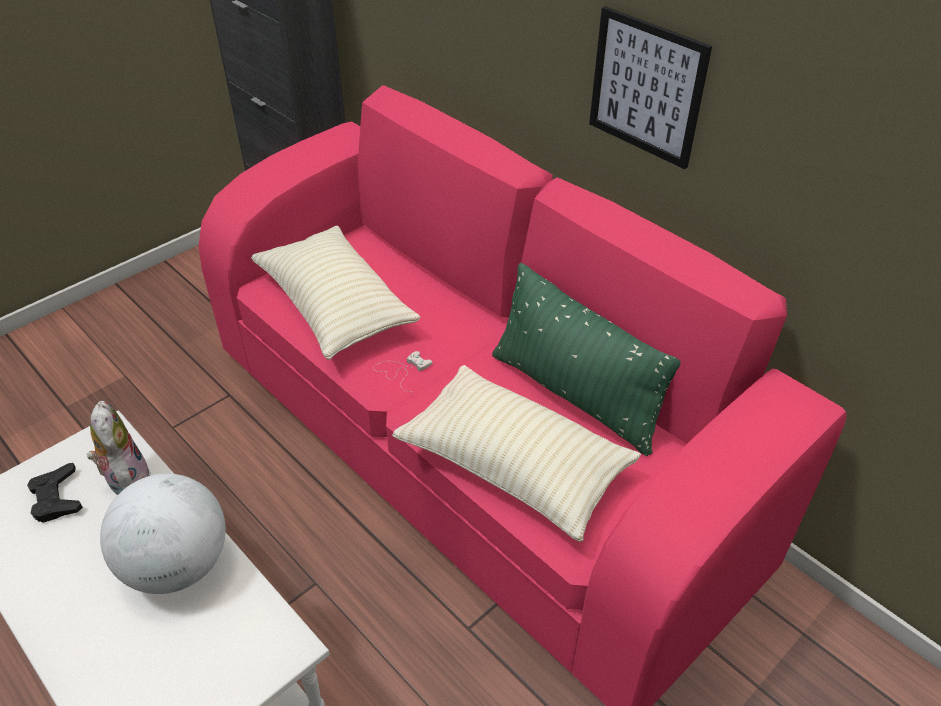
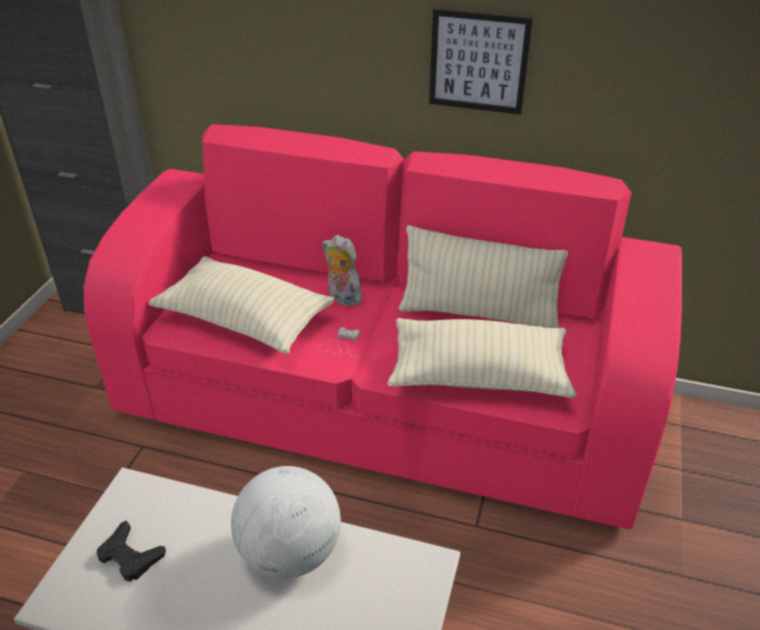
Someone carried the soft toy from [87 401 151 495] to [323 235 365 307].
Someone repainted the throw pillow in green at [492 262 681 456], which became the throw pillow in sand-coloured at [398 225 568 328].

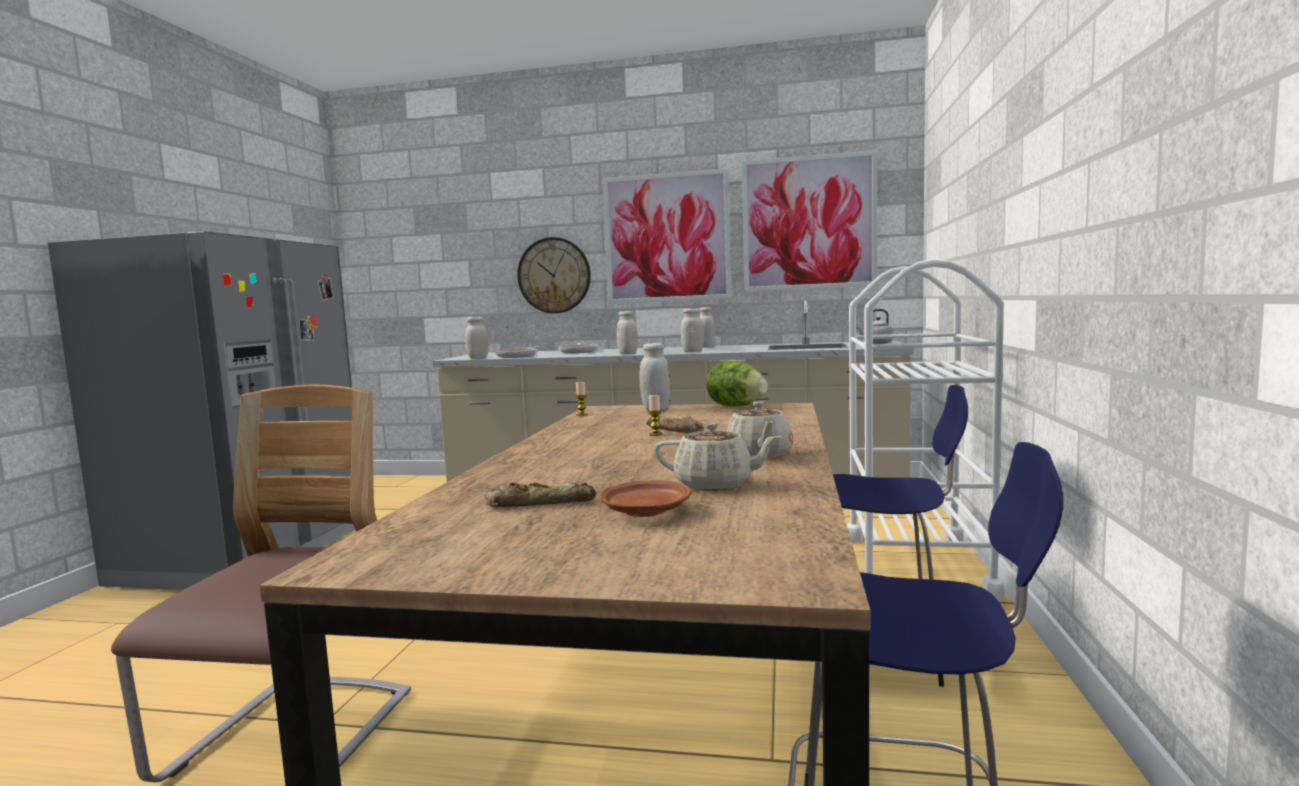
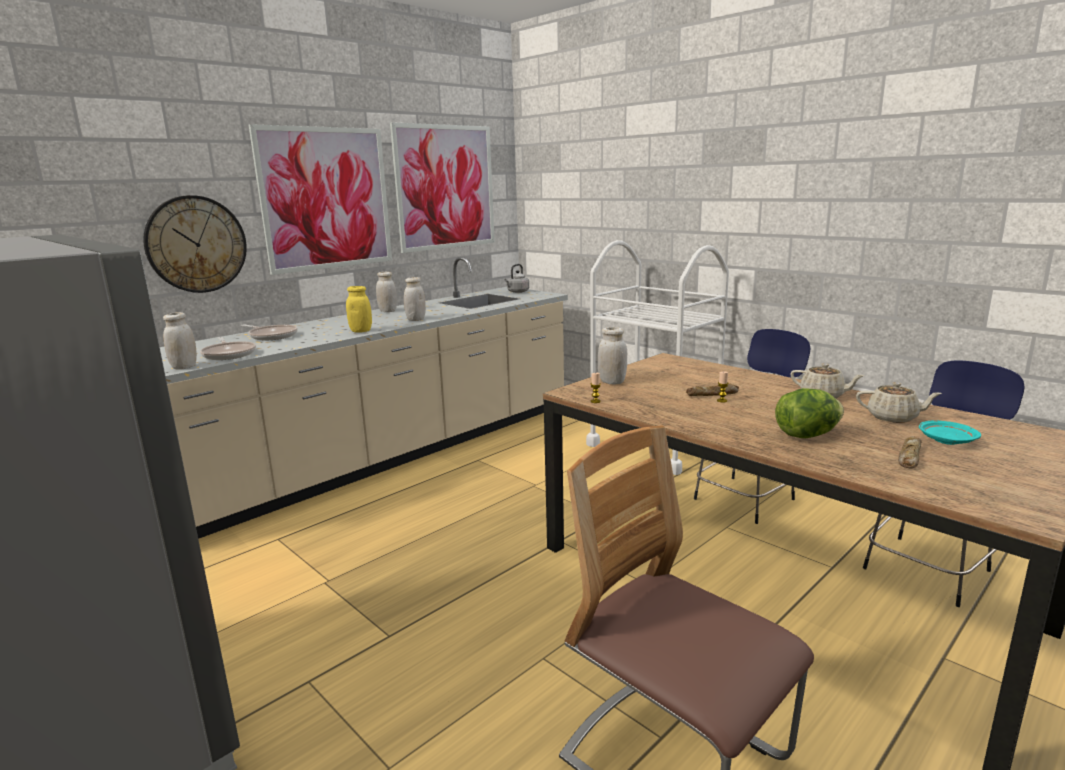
Someone repainted the flat dish in brown at [600 480 691 517], which became the flat dish in turquoise-coloured at [919 421 981 445].
Someone repainted the preserve jar in whitish at [617 311 638 354], which became the preserve jar in yellow at [346 286 372 333].
Someone rotated the teapot in sand-coloured at [654 422 782 491] by 60 degrees clockwise.
Someone carried the lettuce from [706 361 768 406] to [775 388 844 438].

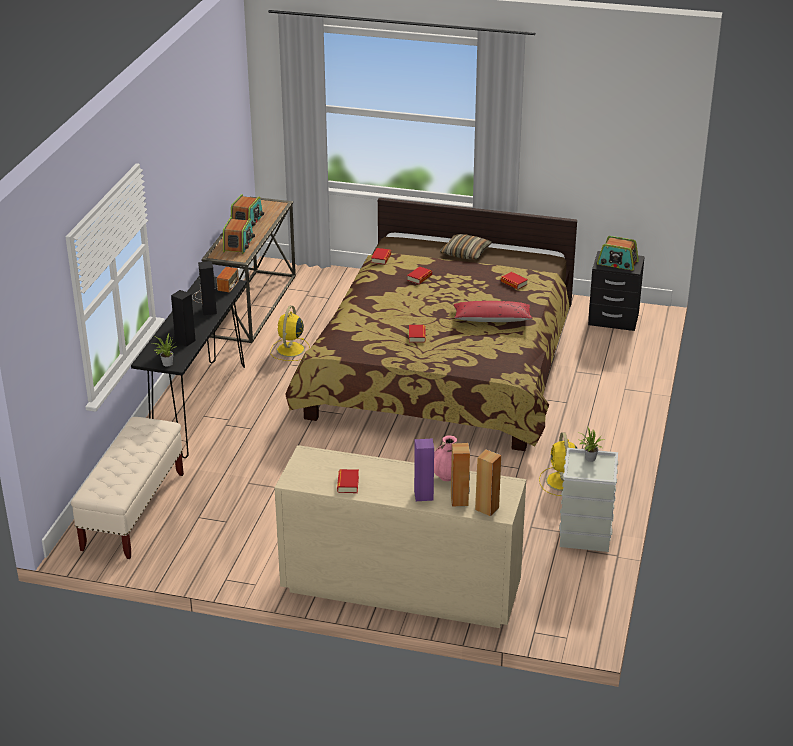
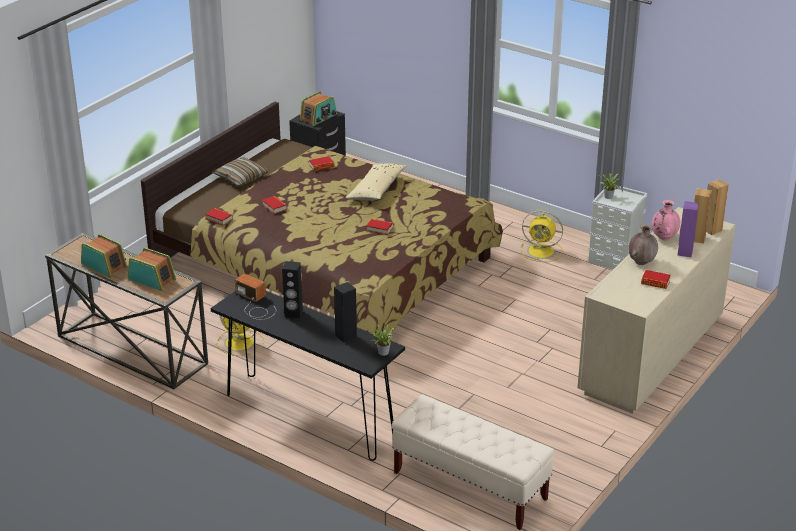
Someone repainted the throw pillow in red-coloured at [454 301 533 322], which became the throw pillow in sand-coloured at [346 163 407 200].
Someone put down the vase in brown at [629 224 658 265].

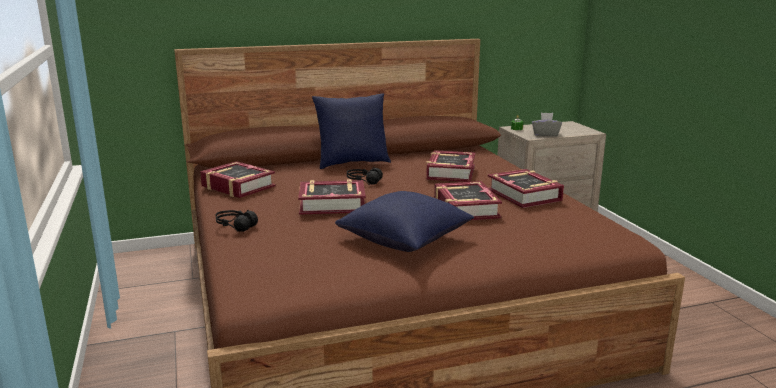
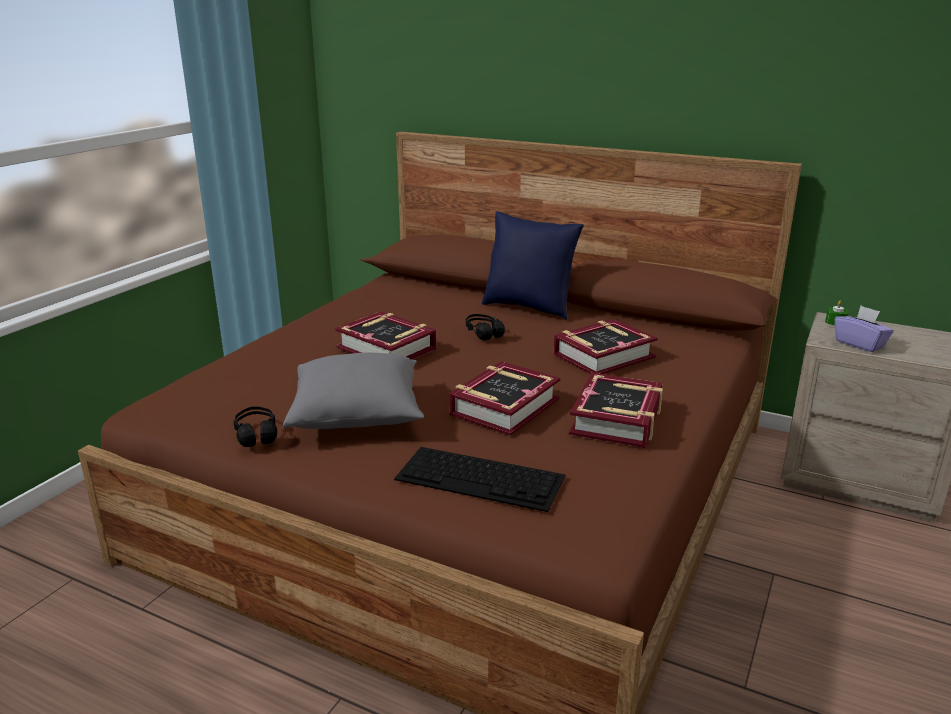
Someone took away the volume at [200 161 276 198].
Someone carried the headphones in blackish from [216 210 258 232] to [233 406 277 447].
Someone repainted the throw pillow in bluish at [335 191 474 252], which became the throw pillow in gray at [283 353 424 429].
Someone repainted the box of tissues in gray at [532 113 562 136], which became the box of tissues in purple at [835 306 894 352].
Someone put down the computer keyboard at [394 447 565 512].

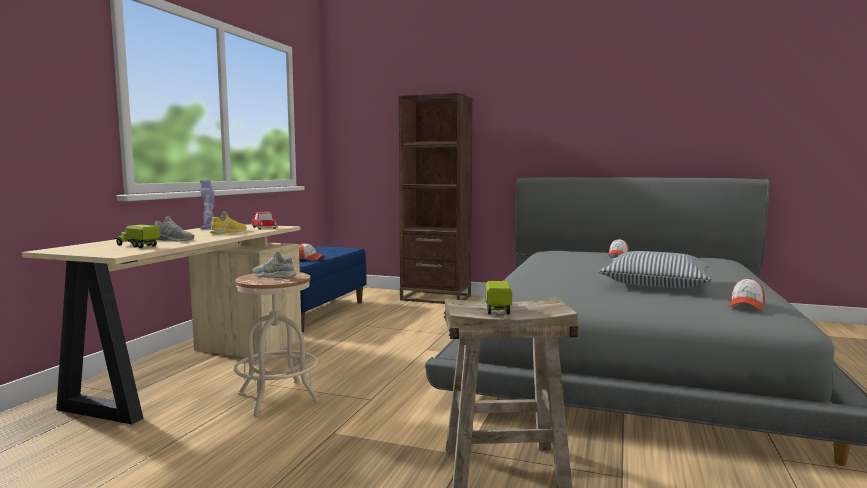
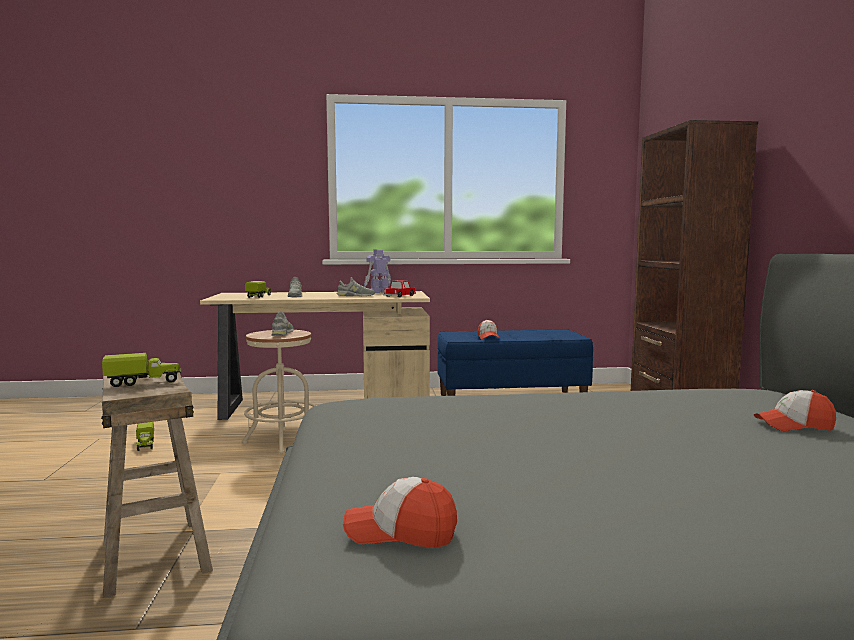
Someone repainted the item of footwear in yellow at [210 212 247 234], which became the item of footwear in gray at [336 277 375 296].
Someone took away the throw pillow at [599 251 712 288].
Someone put down the model truck at [136 422 154 451].

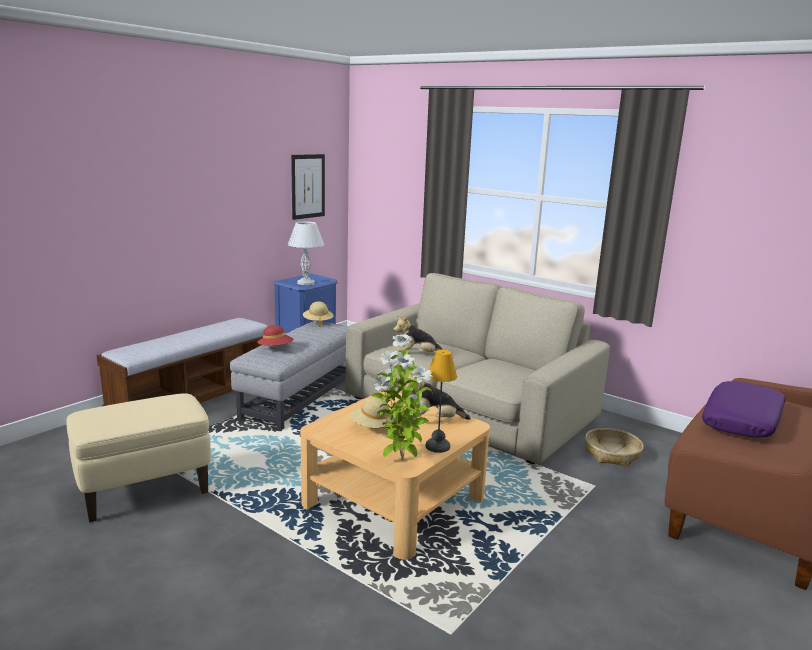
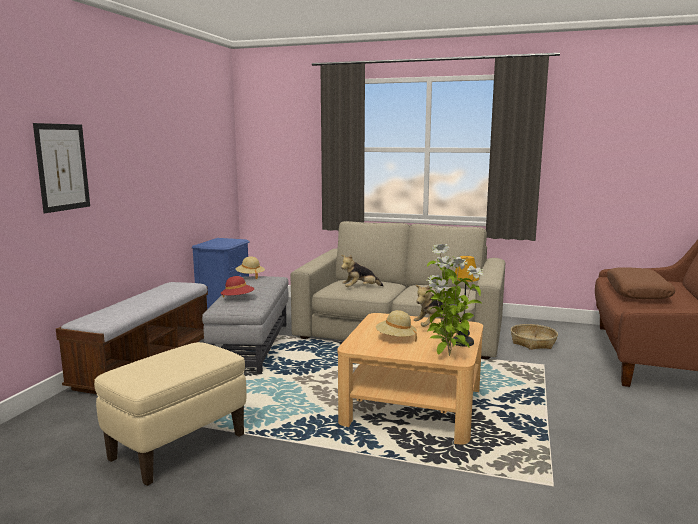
Someone took away the tabletop lamp in whitish at [288 221 324 285].
Someone carried the wall art from [291 154 325 220] to [33 123 90 213].
Someone repainted the throw pillow in purple at [702 381 785 438], which became the throw pillow in brown at [607 267 675 299].

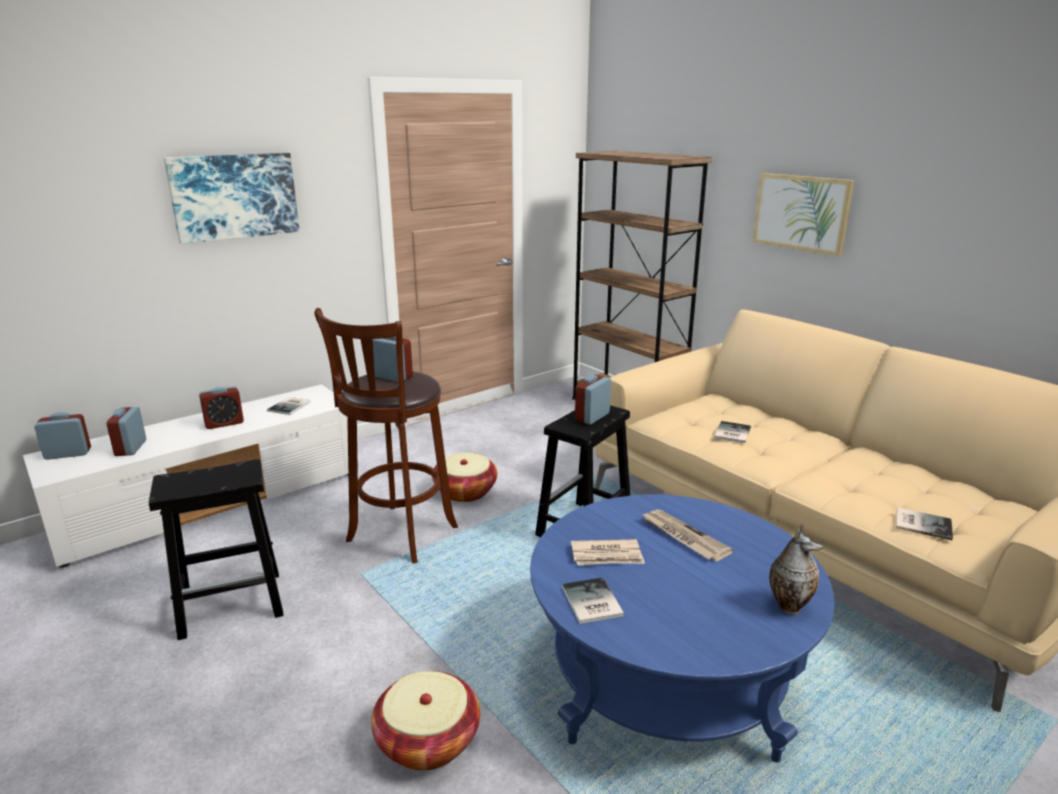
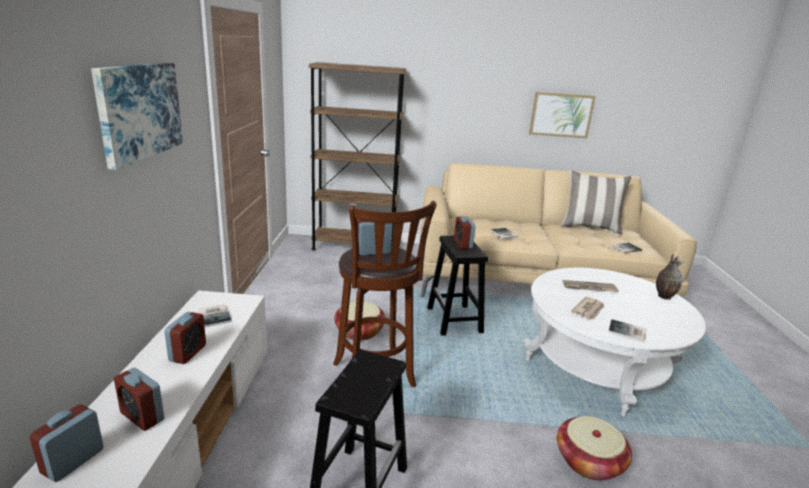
Someone repainted the lounge table in bluish at [530 495 835 762], which became the lounge table in whitish at [524 267 706 417].
Someone carried the wall art from [753 173 855 256] to [529 92 596 138].
Someone put down the throw pillow at [561 170 631 234].

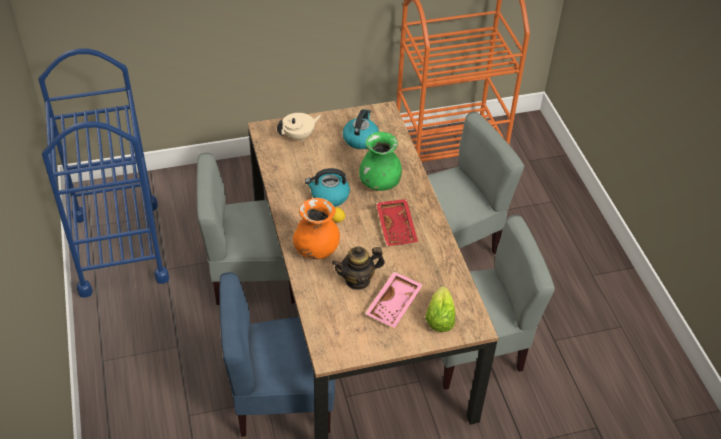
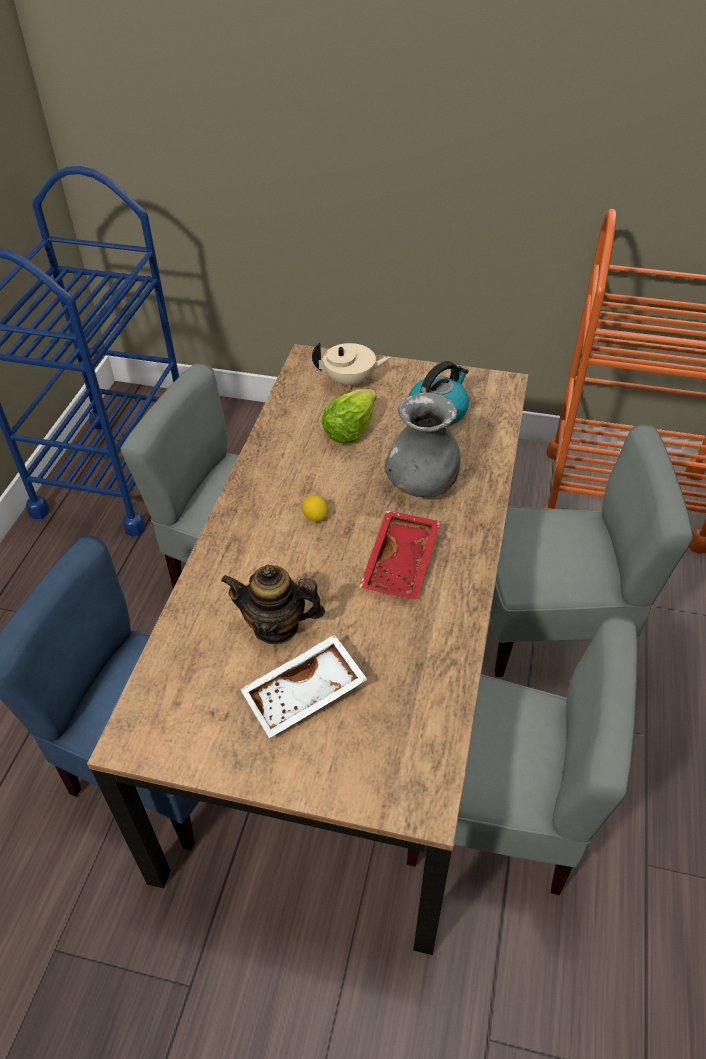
Someone took away the vase in orange-coloured at [293 198 340 260].
Someone took away the tea kettle at [305 168 350 207].
Someone repainted the vase in green at [359 132 402 191], which became the vase in gray at [385 392 460 497].
Someone repainted the tray in pinkish at [365 272 423 328], which became the tray in whitish at [240 634 368 738].
Someone carried the lettuce from [425 286 455 332] to [321 389 377 443].

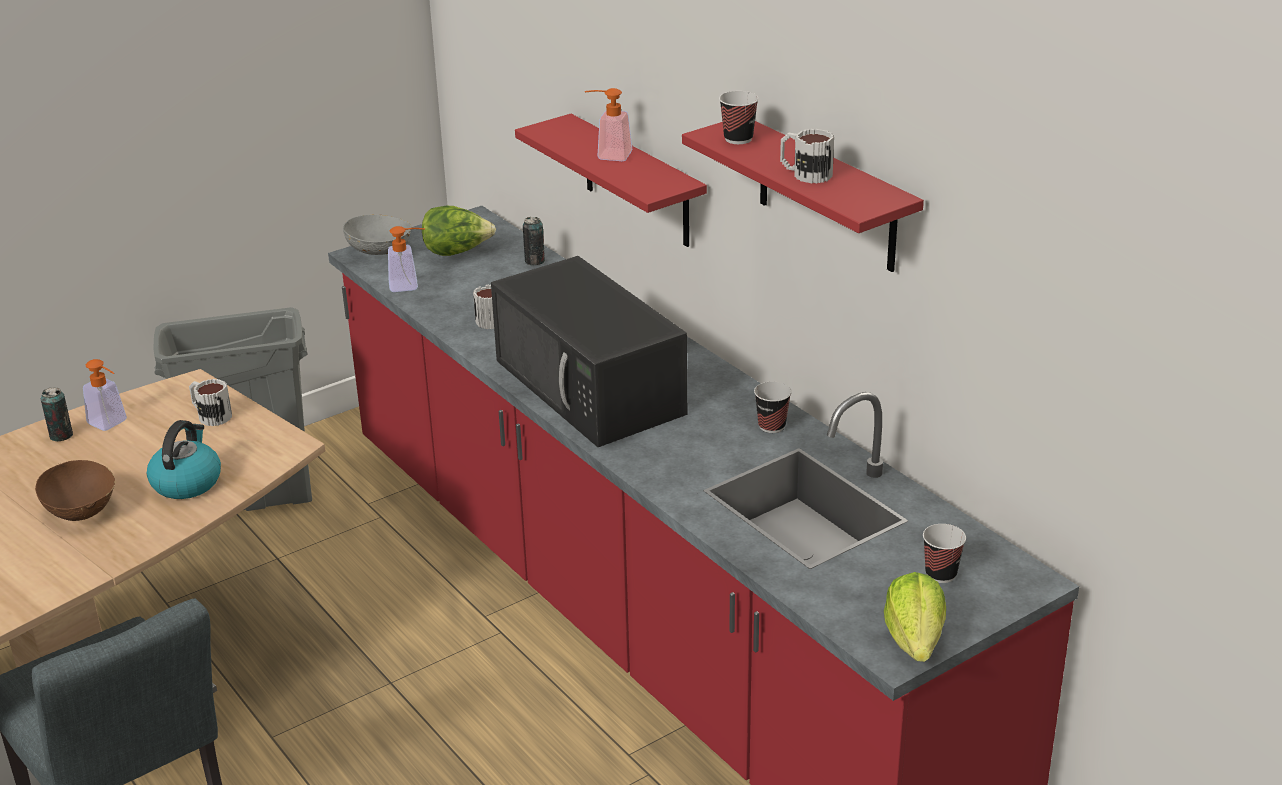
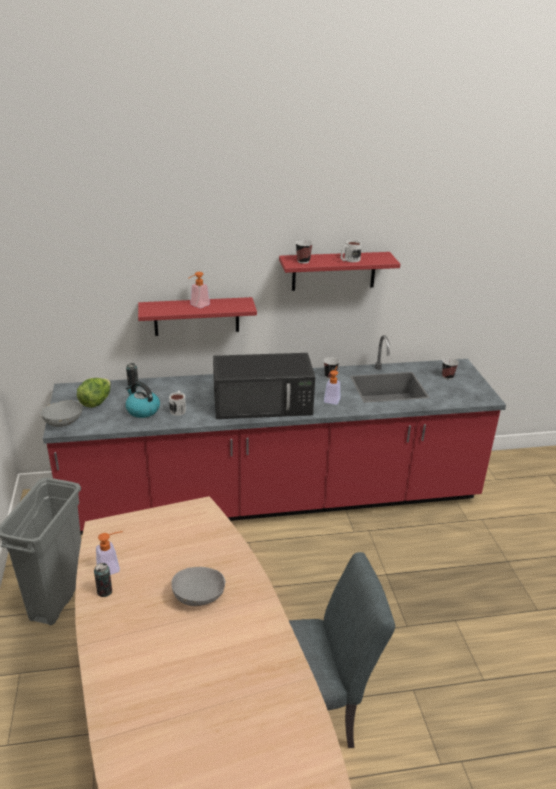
Someone repainted the serving bowl in brown at [35 460 115 521], which became the serving bowl in gray at [172 567 226 606].
Someone carried the tea kettle from [147 420 221 499] to [125 381 160 418].
Someone took away the mug at [189 379 232 426].
Someone carried the soap bottle from [388 226 425 292] to [324 367 340 405].
Someone took away the lettuce at [884 572 946 662].

